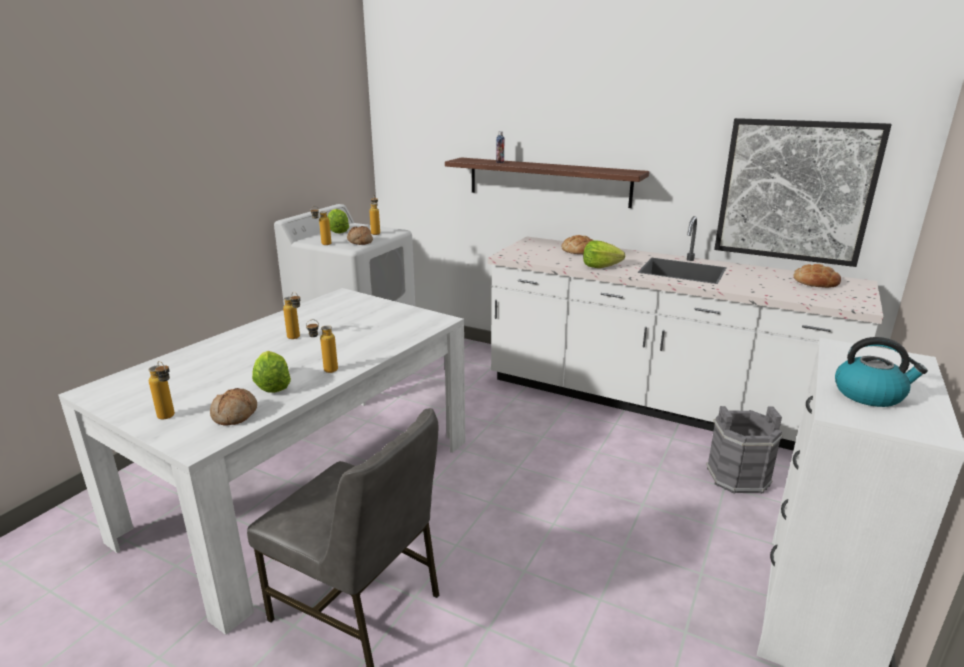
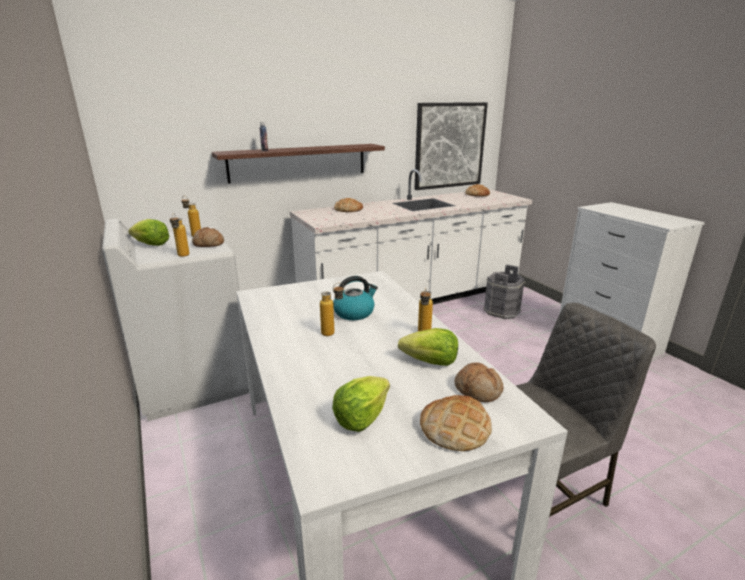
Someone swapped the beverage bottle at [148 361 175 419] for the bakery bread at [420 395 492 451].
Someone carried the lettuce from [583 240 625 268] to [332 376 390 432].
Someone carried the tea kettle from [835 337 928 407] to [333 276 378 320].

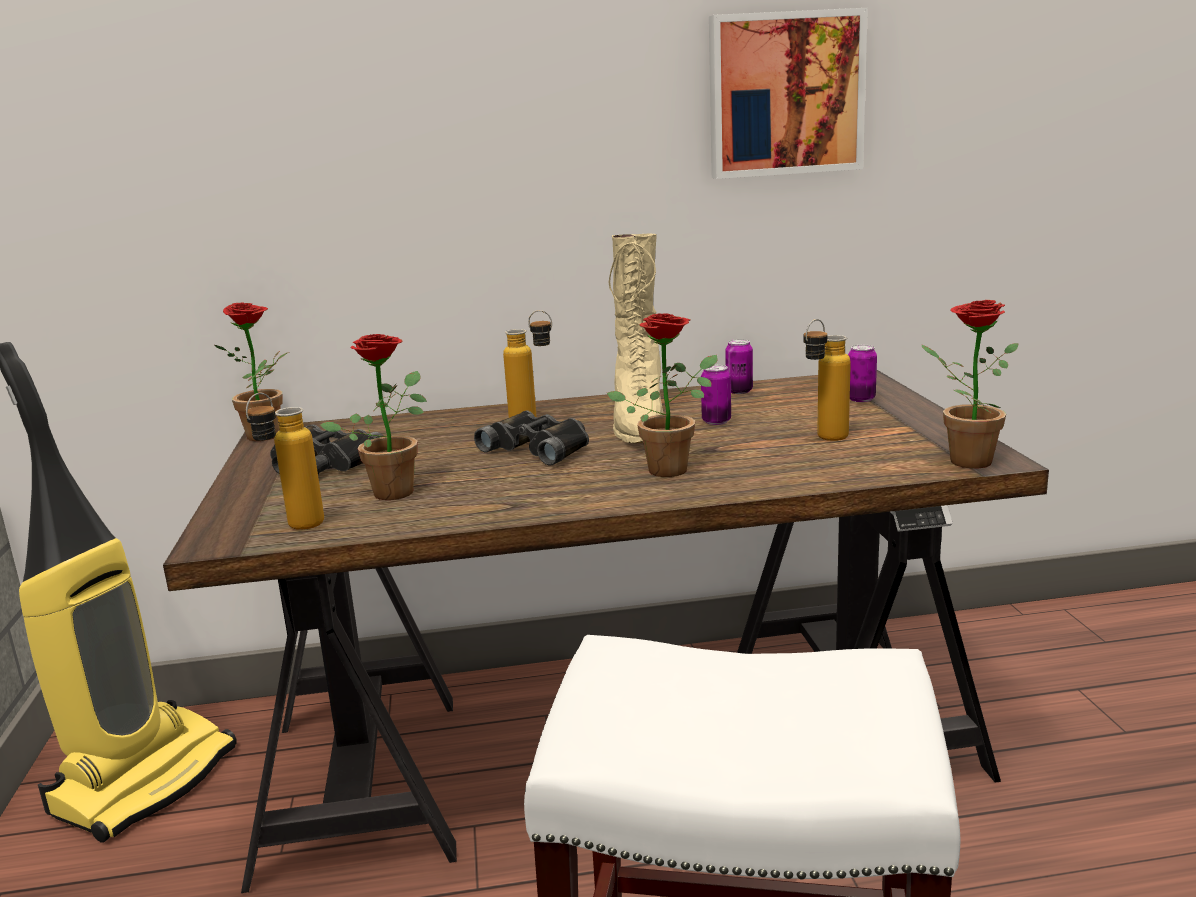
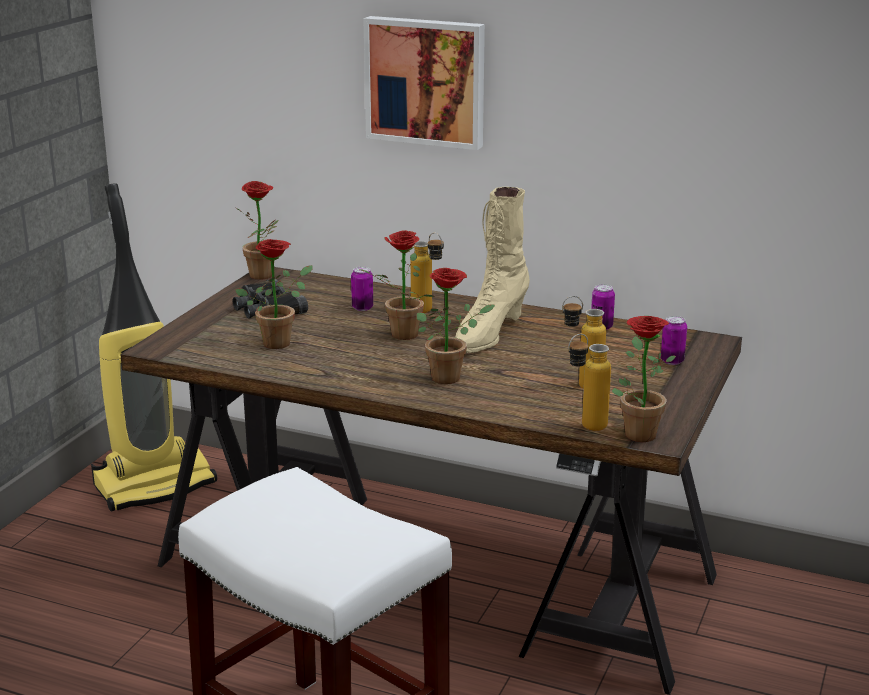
Someone carried the beverage bottle from [246 392 324 530] to [569 334 611 431].
Someone swapped the field glasses in blackish at [474 411 589 465] for the plant in a pot at [360 230 434 340].
Someone carried the metal can from [701 365 731 425] to [351 267 373 311].
Someone carried the wall art from [709 8 868 179] to [363 16 485 150].

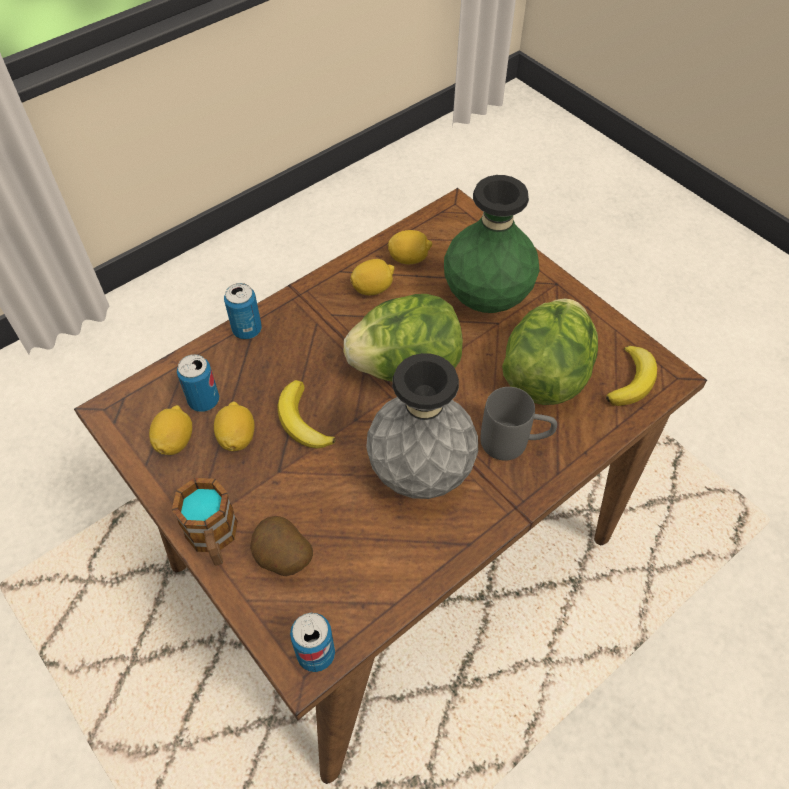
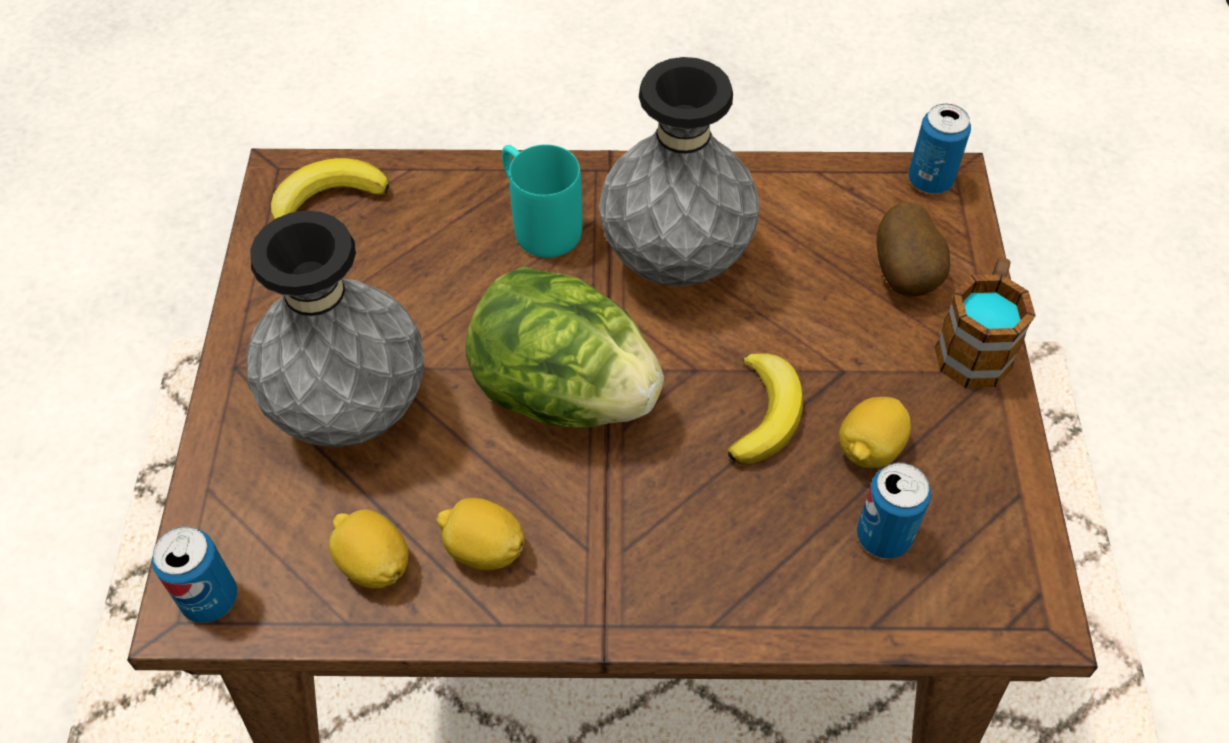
Someone took away the citrus fruit at [149 405 192 455].
Someone carried the metal can from [224 283 262 339] to [152 526 238 623].
Someone repainted the vase in green at [444 175 539 313], which became the vase in gray at [247 211 424 447].
Someone repainted the mug in gray at [480 387 557 461], which became the mug in turquoise-coloured at [502 144 582 258].
Someone took away the lettuce at [502 298 598 405].

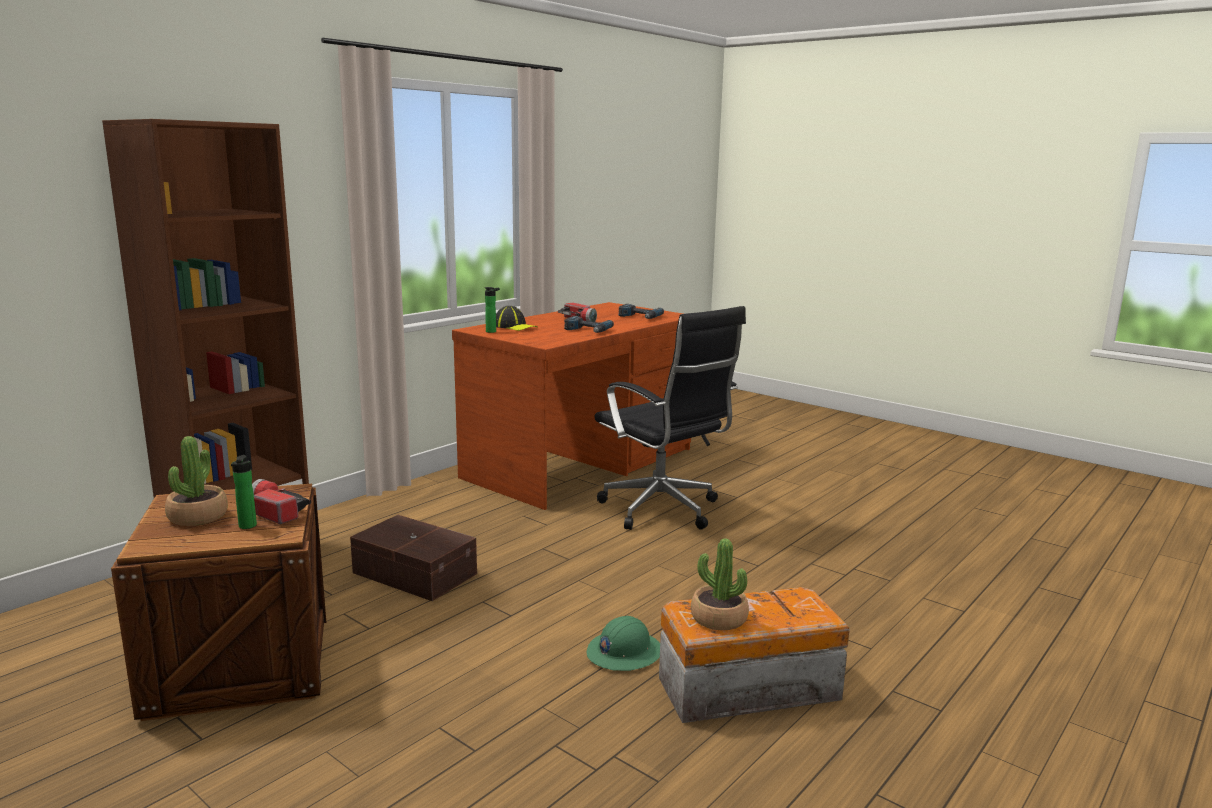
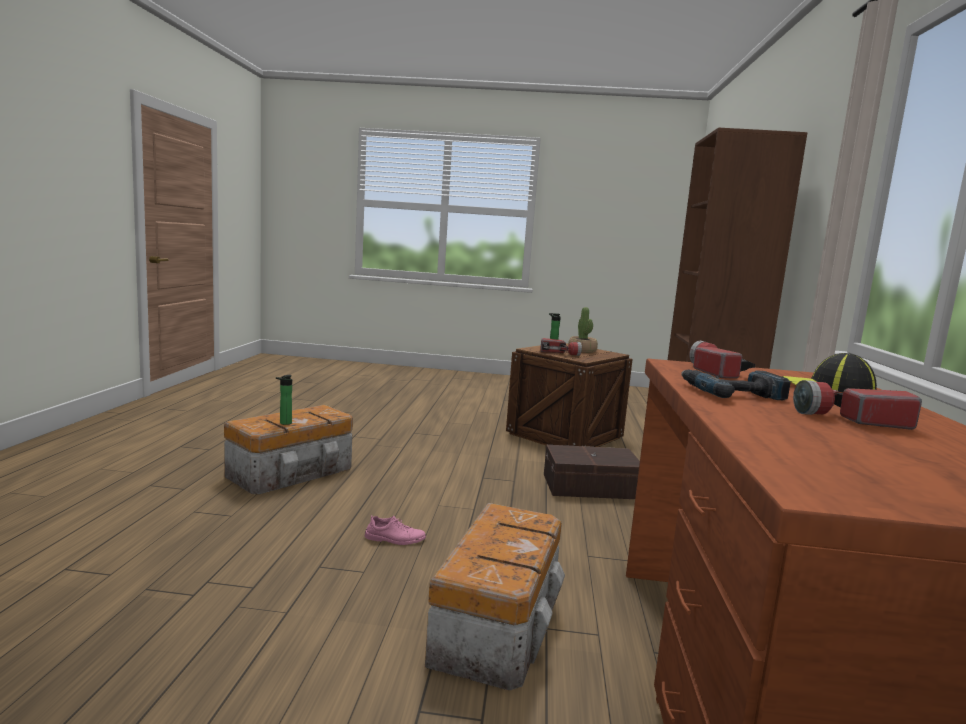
Someone carried the beverage bottle from [485 287 500 333] to [276 375 292 425].
Someone took away the safety helmet in green at [587 616 660 671].
Someone swapped the desk chair in blackish at [595 306 746 530] for the storage container at [425 503 565 691].
Someone took away the power drill at [618 304 664 319].
Someone took away the plant in a pot at [691 539 749 630].
Someone put down the item of footwear in pinkish at [365 516 426 545].
Someone put down the hand torch at [689 341 755 379].

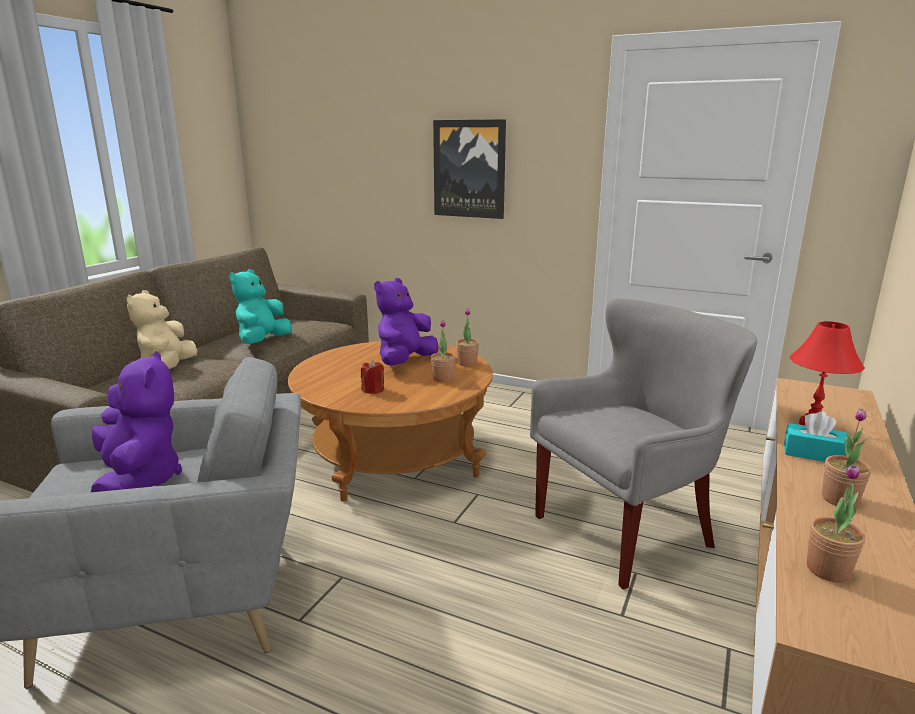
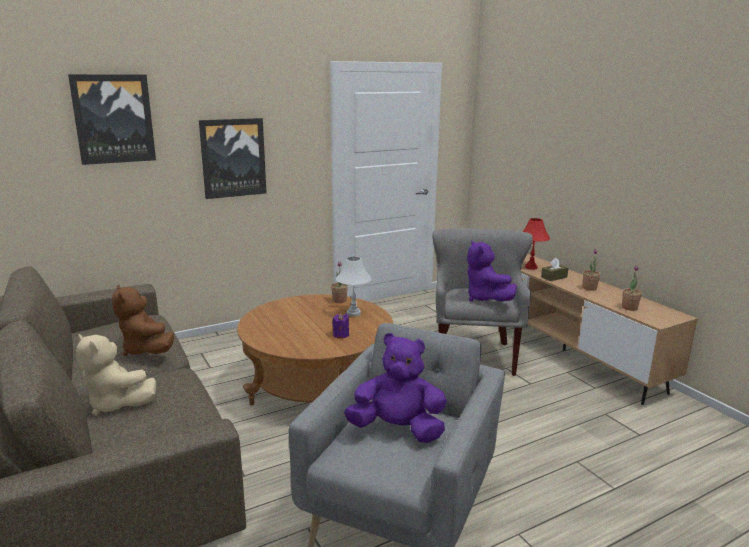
Someone repainted the soft toy in turquoise-coloured at [229 269 292 344], which became the soft toy in brown at [112 285 174 356].
Someone repainted the candle in red-coloured at [361 360 384 394], which became the candle in purple at [332 313 349 338].
Someone carried the soft toy in purple from [374 278 439 366] to [467 240 517 302].
Someone swapped the plant in a pot at [431 320 455 383] for the tabletop lamp in whitish at [336 256 371 316].
Someone repainted the box of tissues in turquoise-coloured at [784 411 847 462], which became the box of tissues in brown at [541 258 568 281].
Someone put up the wall art at [68 74 156 165].

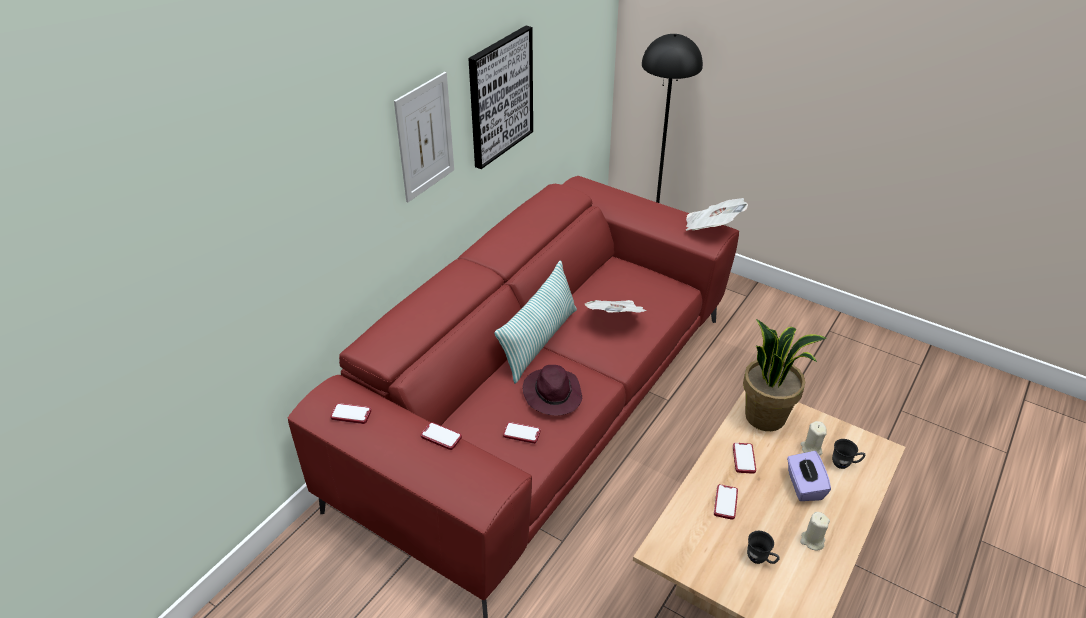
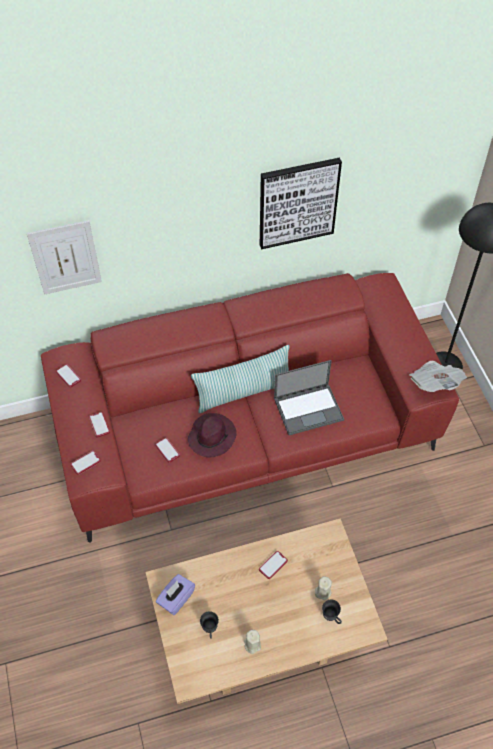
Someone carried the wall art from [394 72 454 202] to [27 220 102 294].
Someone swapped the newspaper at [585 300 647 313] for the notebook computer at [274 360 344 435].
Someone carried the phone from [714 484 738 520] to [71 451 101 475].
Someone took away the plant in a pot at [743 319 827 431].
Someone carried the box of tissues in purple from [787 451 831 501] to [156 574 195 615].

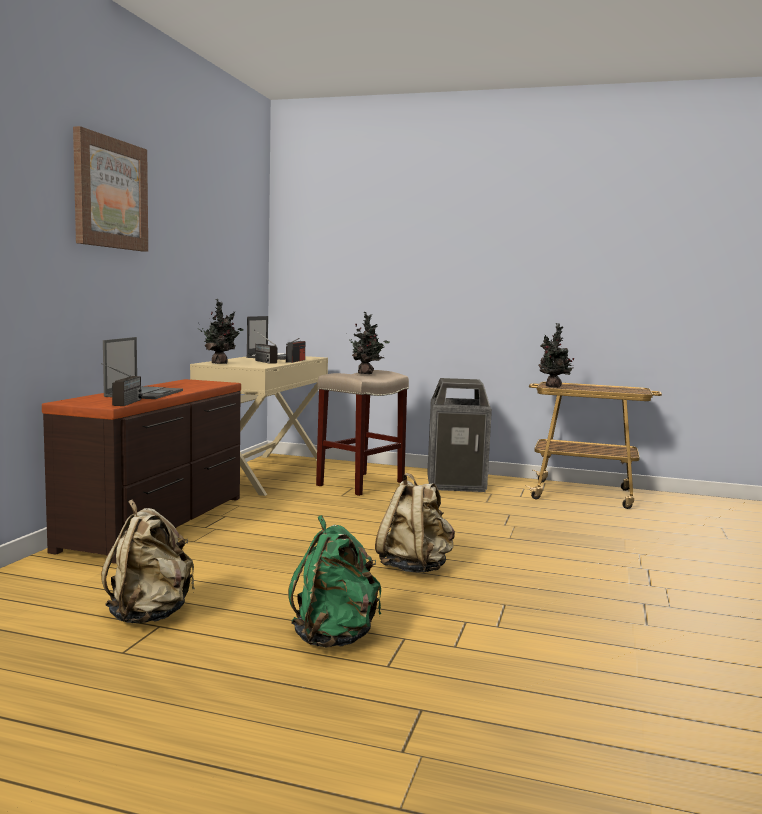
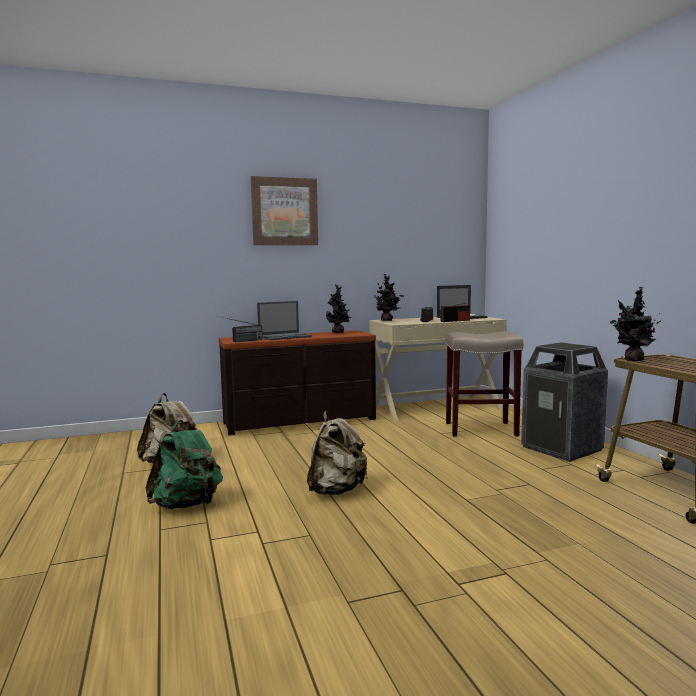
Someone carried the plant in a pot from [349 312 390 374] to [326 285 351 333].

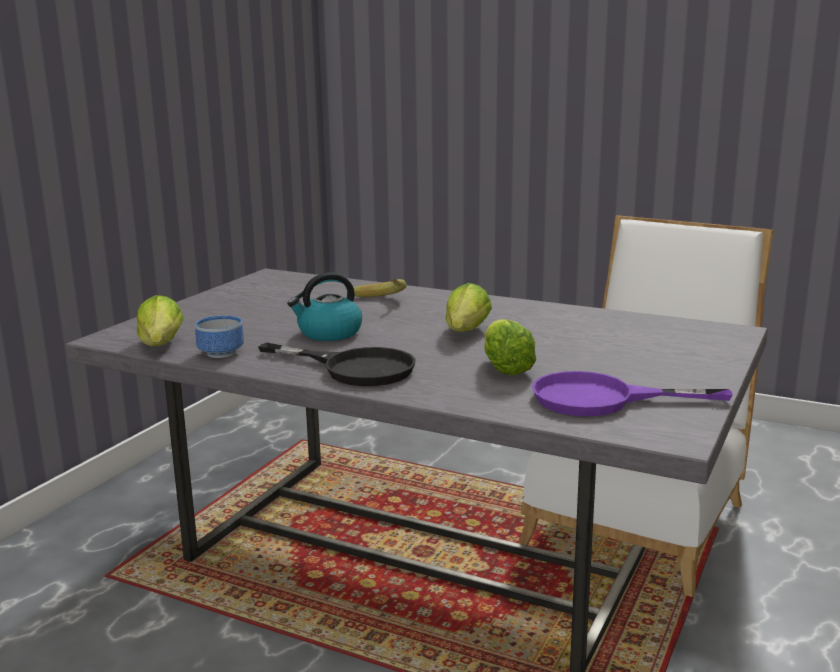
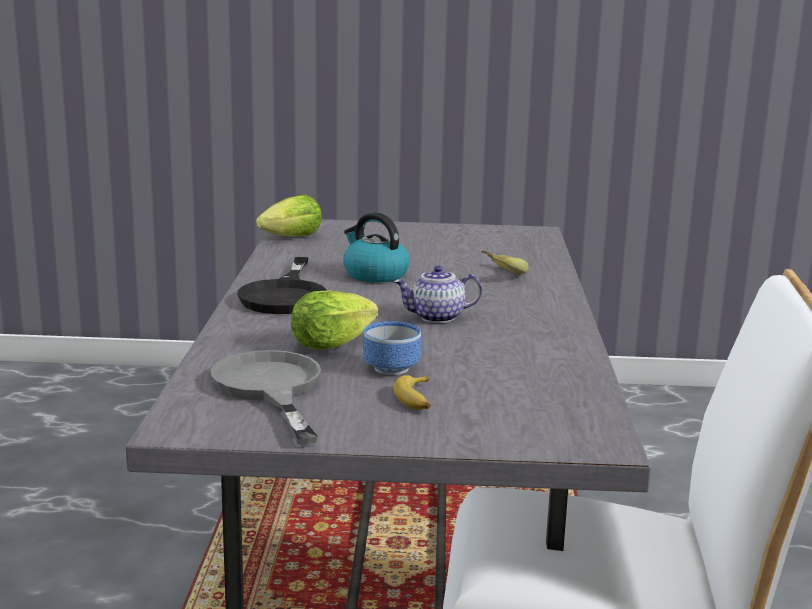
Someone carried the serving bowl from [195 316 244 358] to [363 321 421 375].
Someone swapped the lettuce at [446 283 492 332] for the teapot at [393 266 482 323].
Someone repainted the skillet in purple at [532 371 733 416], which became the skillet in gray at [211 350 321 445].
Someone put down the whole banana at [393 375 431 410].

